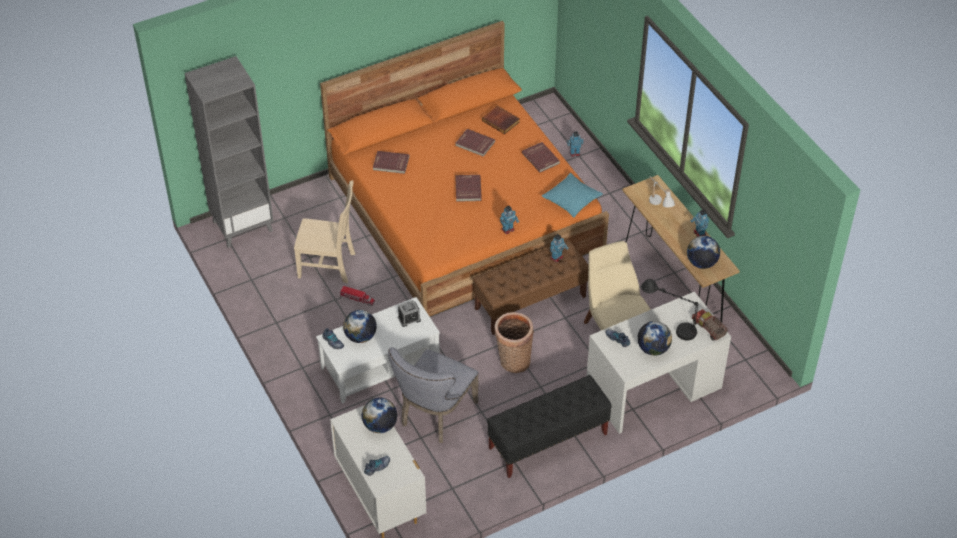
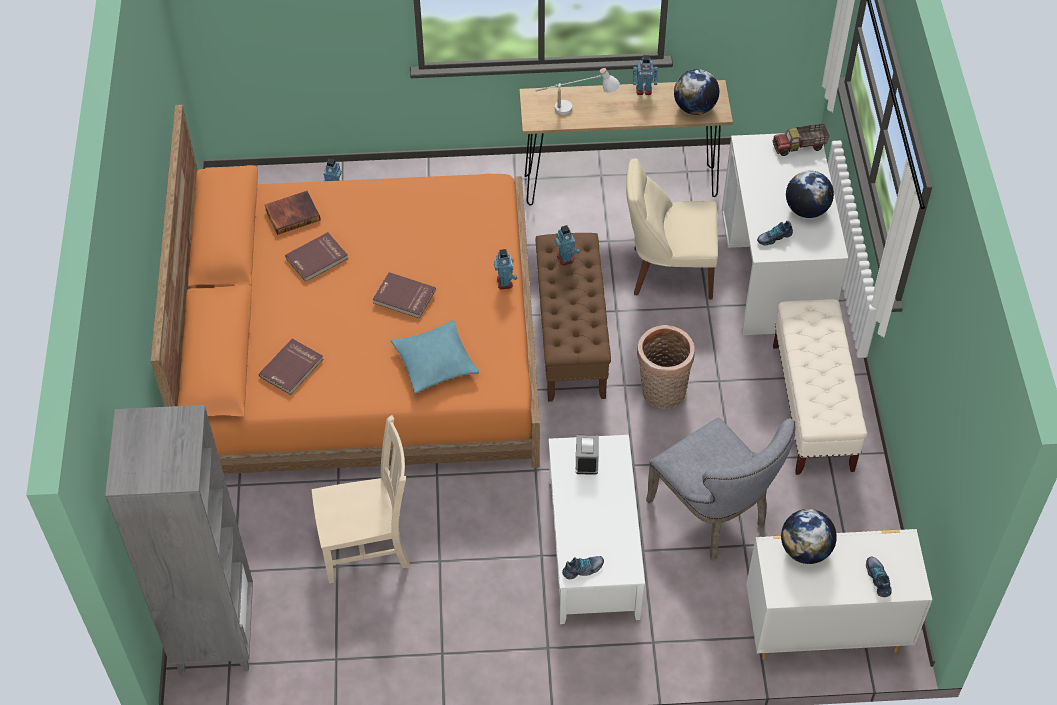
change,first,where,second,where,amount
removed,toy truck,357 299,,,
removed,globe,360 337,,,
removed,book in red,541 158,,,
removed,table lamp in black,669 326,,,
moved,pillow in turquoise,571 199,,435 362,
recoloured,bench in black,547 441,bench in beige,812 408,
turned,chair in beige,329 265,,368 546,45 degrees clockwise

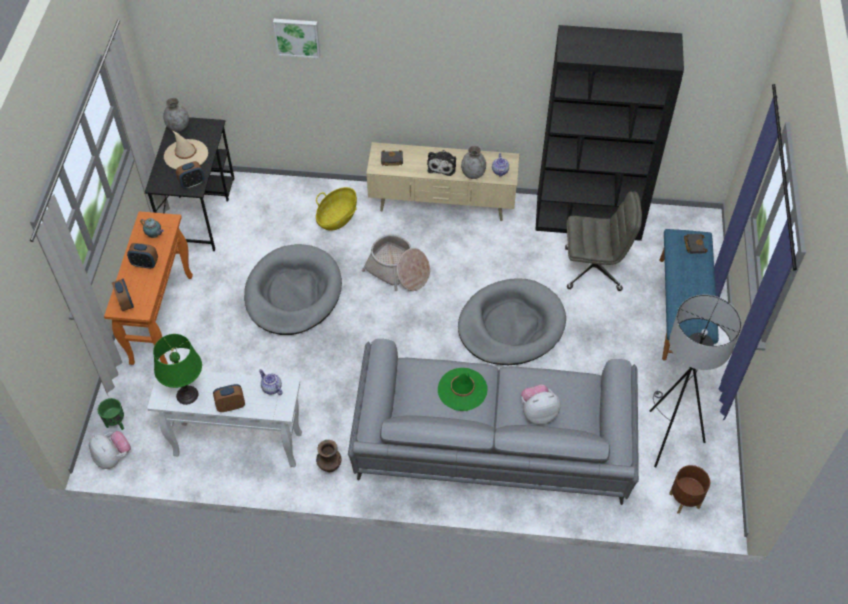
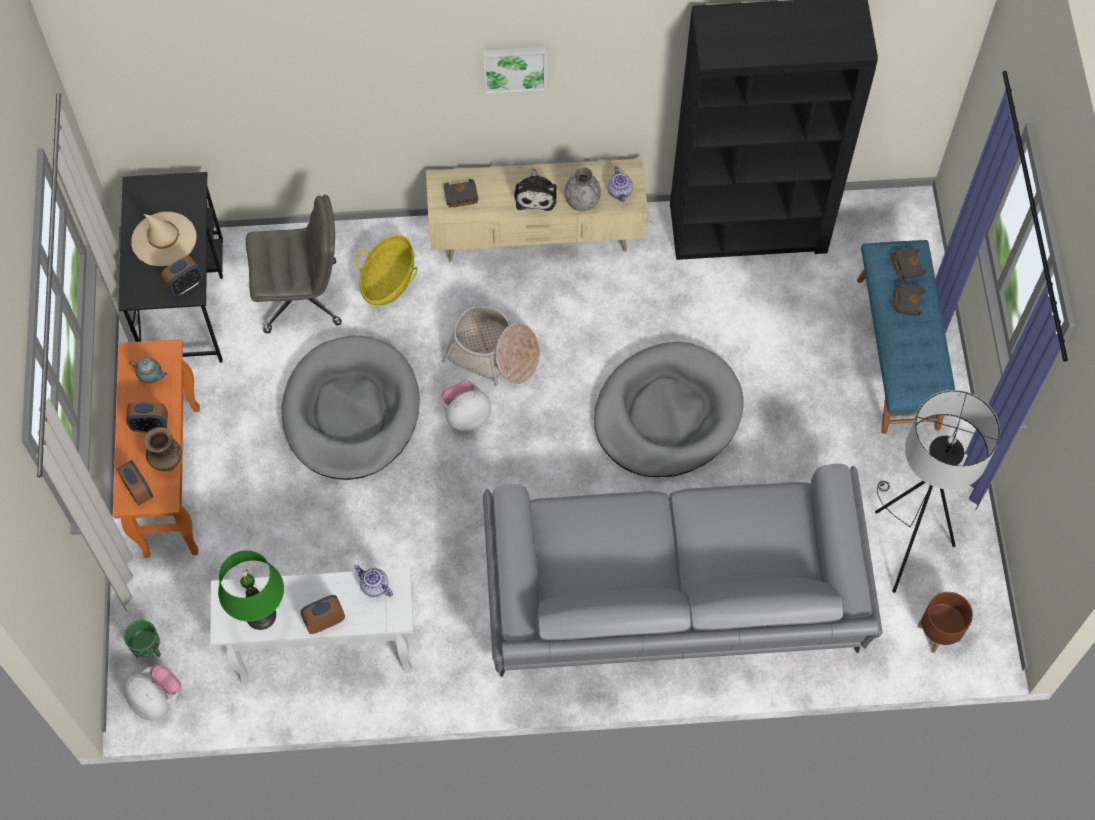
change,first,where,second,where,amount
removed,vase in grey,178 126,,,
removed,hat in green,462 389,,,
added,,,book in black,907 300,
moved,picture,297 37,,514 67,
moved,vase in brown,329 467,,167 463,
moved,plush toy,538 413,,466 415,
moved,office chair in grey,594 269,,301 296,

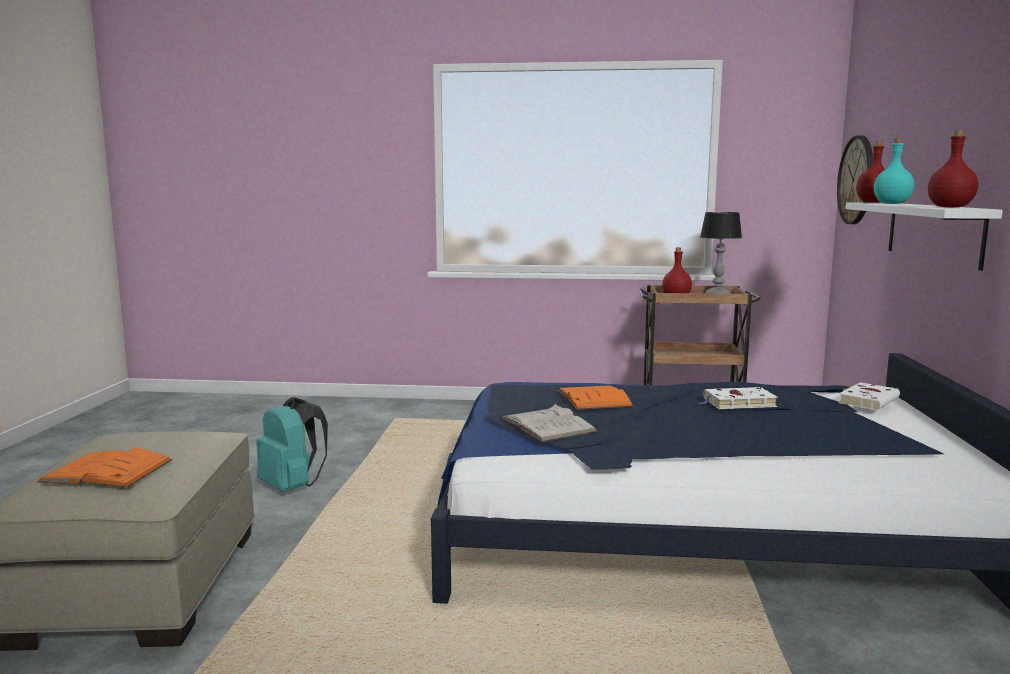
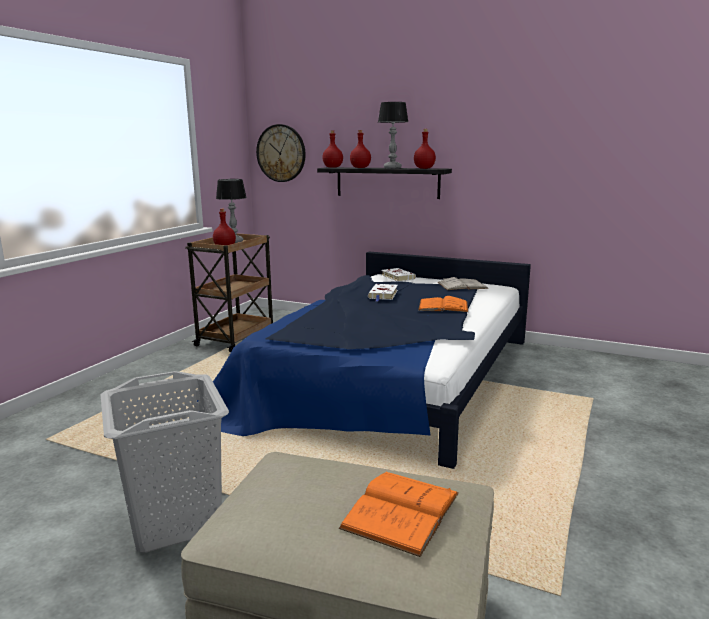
change,first,where,second,where,amount
added,,,table lamp,392 168,
moved,book in white,547 425,,462 285,
moved,book in orange,594 398,,443 306,
replaced,backpack in turquoise,292 487,laundry basket in grey,176 520,
recoloured,shelf in white,933 232,shelf in black,387 182,
recoloured,bottle in turquoise,891 203,bottle in red,360 167,

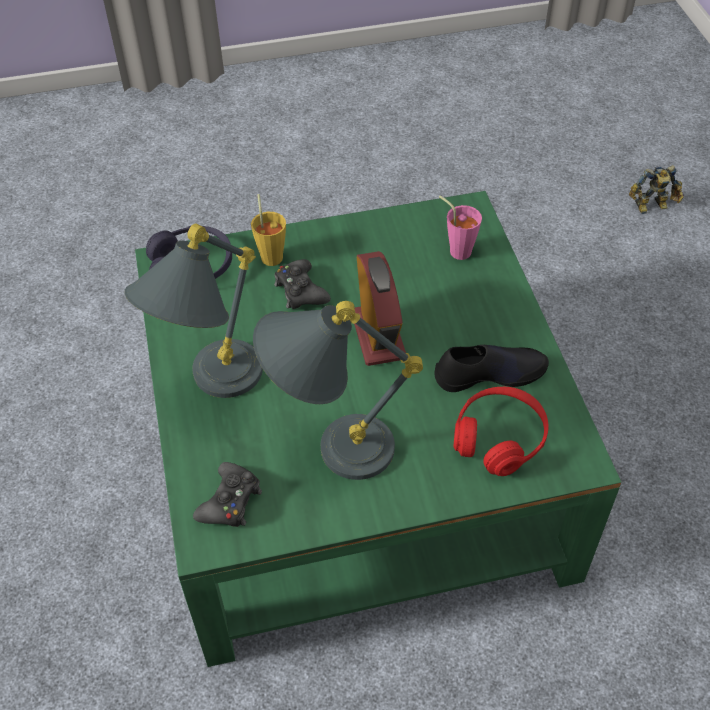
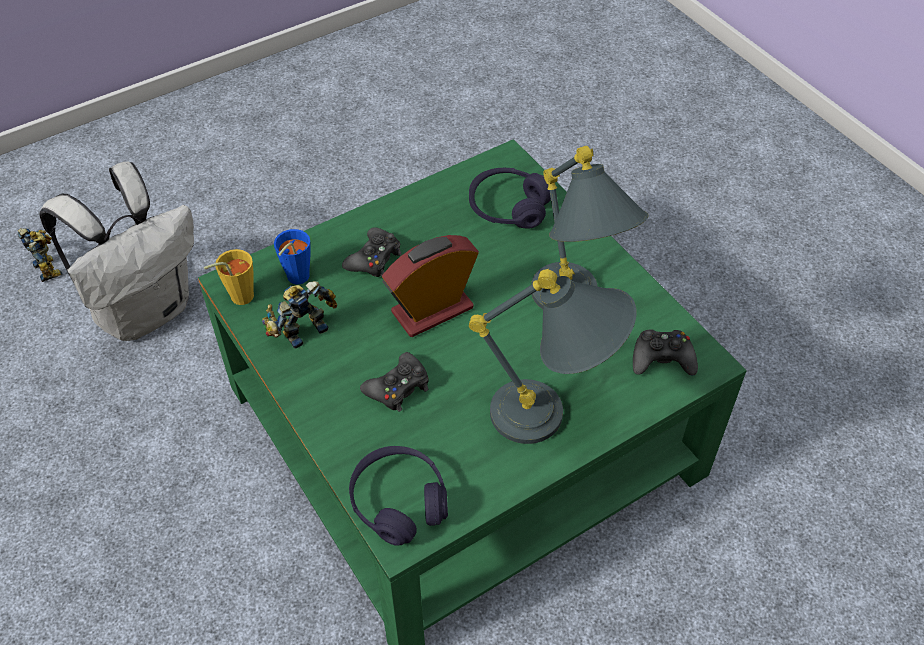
change,first,where,second,where,amount
removed,shoe in black,490 373,,,
added,,,backpack in white,146 310,
added,,,toy robot,302 329,
added,,,game controller in black,374 259,
moved,cup in yellow,271 254,,237 298,
recoloured,cup in pink,456 249,cup in blue,295 279,
recoloured,headphones in red,499 438,headphones in purple,508 208,

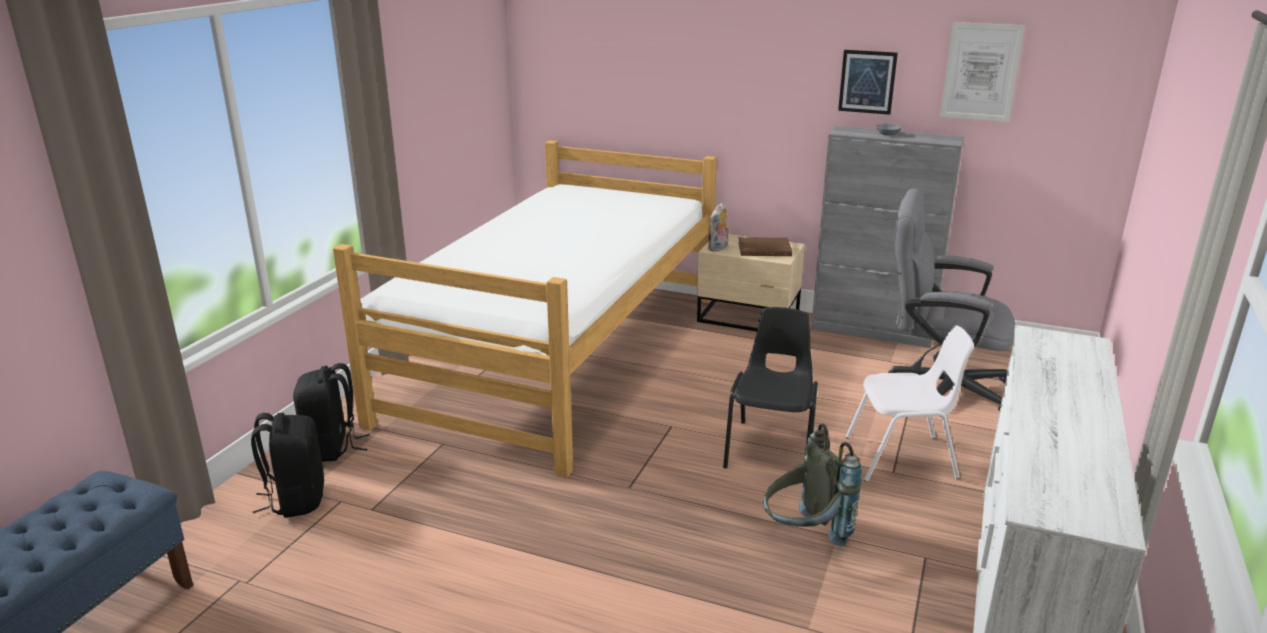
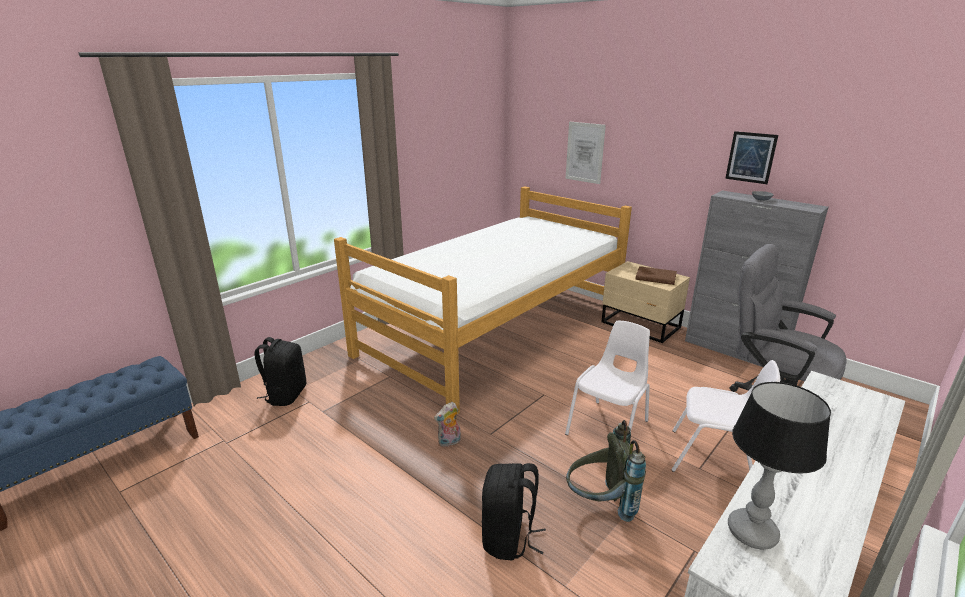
change,first,where,second,where,amount
added,,,table lamp,751 531,
moved,backpack in black,332 448,,509 538,
moved,plush toy,718 248,,449 442,
moved,picture,981 72,,585 152,
recoloured,chair in black,771 449,chair in white,609 427,

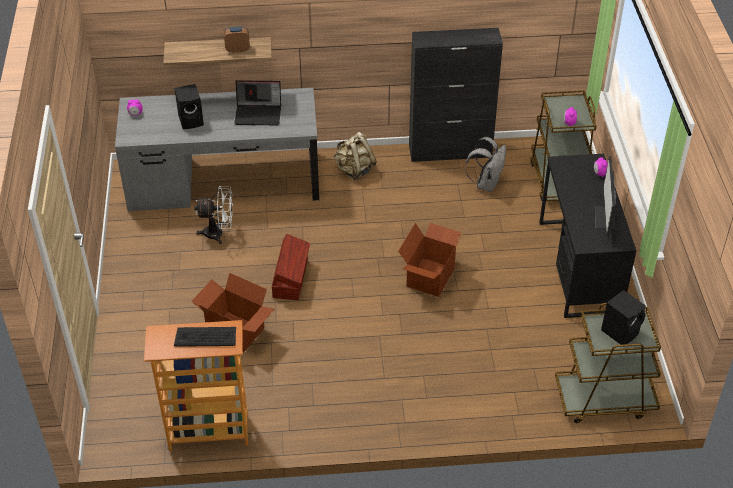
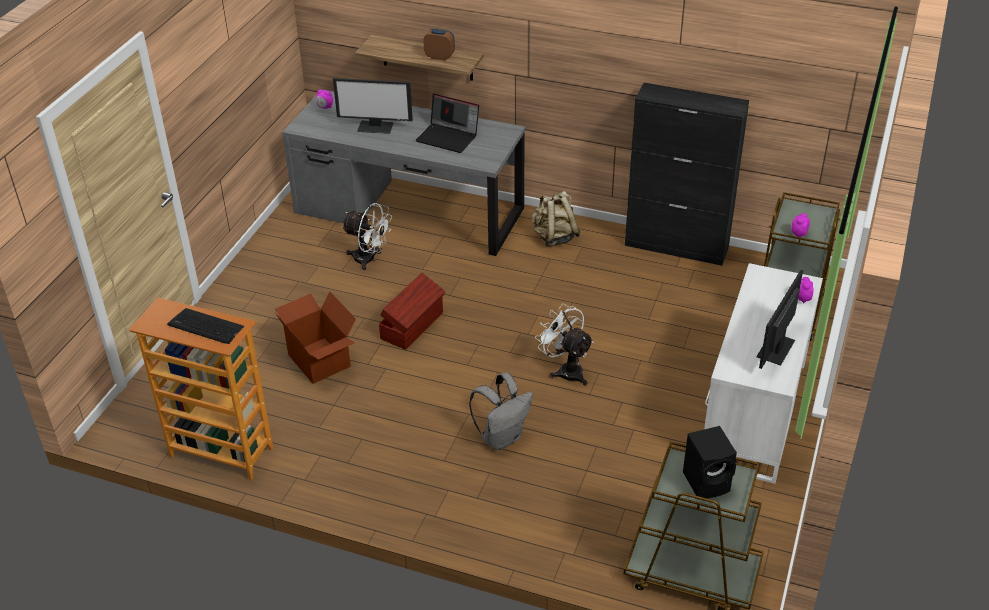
change,first,where,second,where,amount
moved,backpack in grey,486 183,,502 437,
replaced,speaker in black,192 120,monitor,376 126,
replaced,cardboard box,429 277,fan in white,566 370,
recoloured,desk in black,578 267,desk in white,753 413,

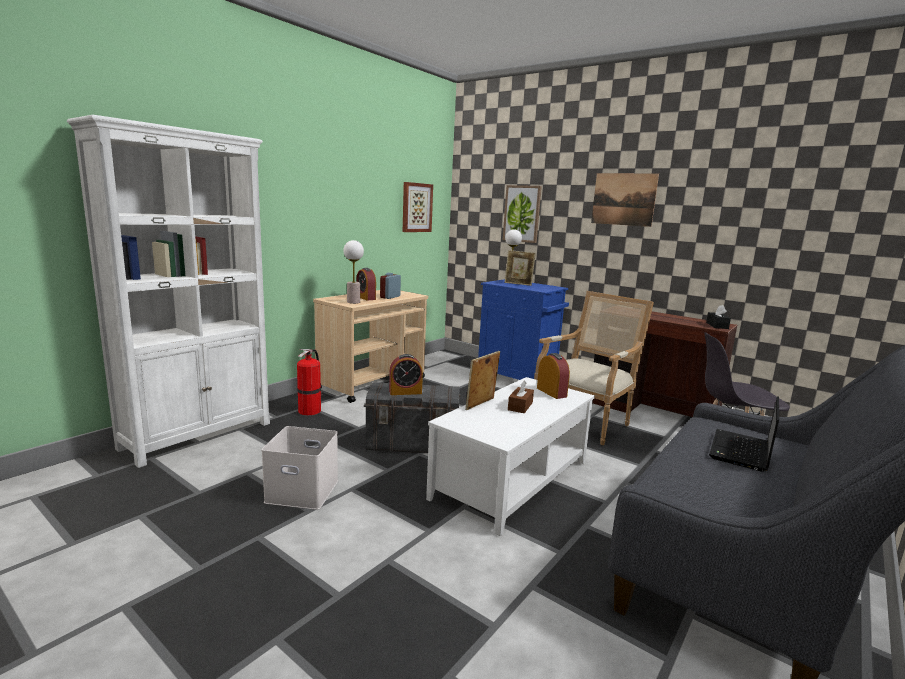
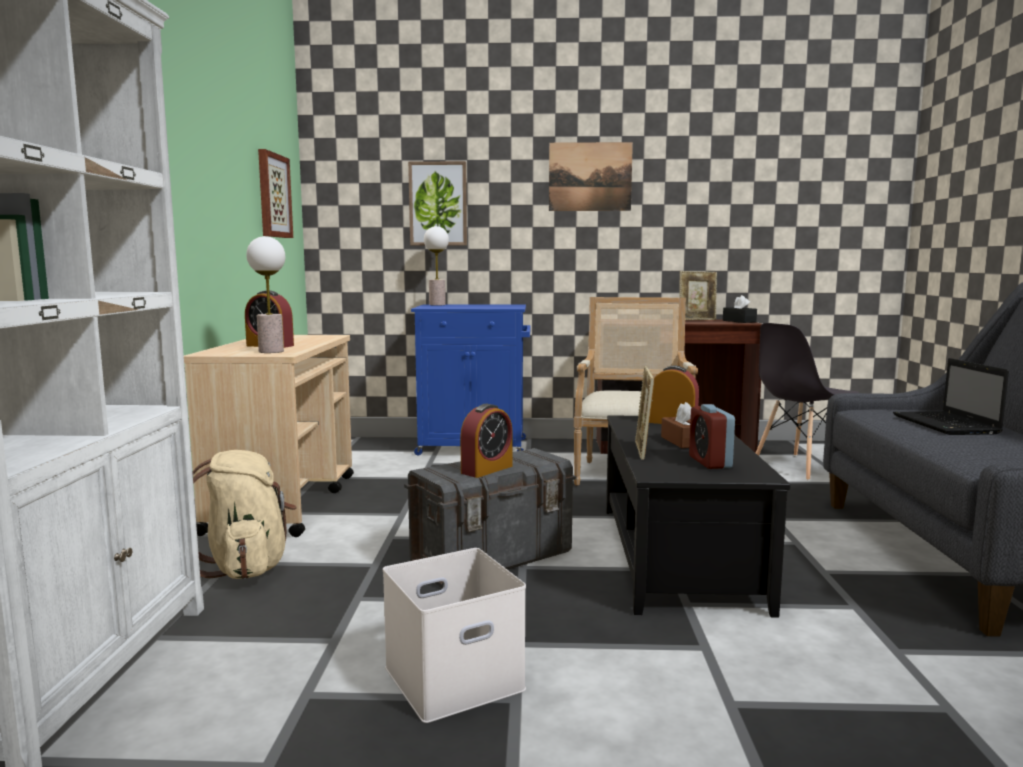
change,first,where,second,where,amount
moved,alarm clock,390 297,,710 462,
moved,picture frame,518 284,,697 320,
replaced,fire extinguisher,310 410,backpack in beige,245 567,
recoloured,coffee table in white,513 480,coffee table in black,680 555,

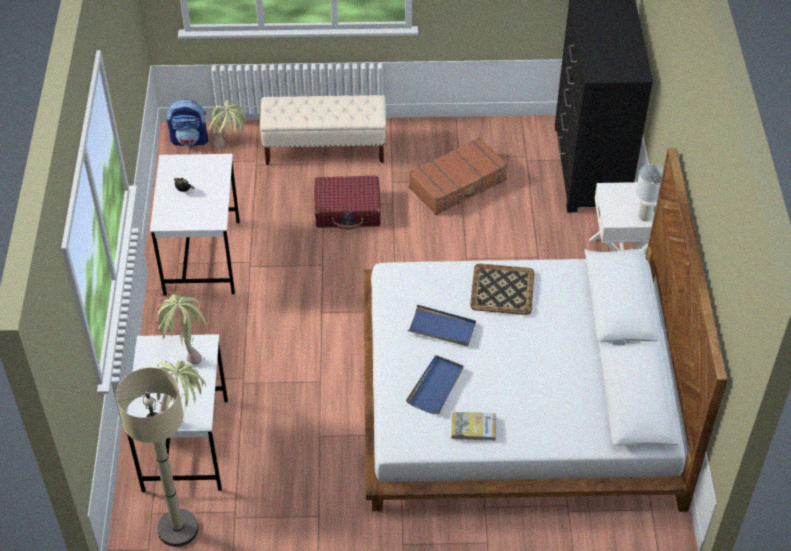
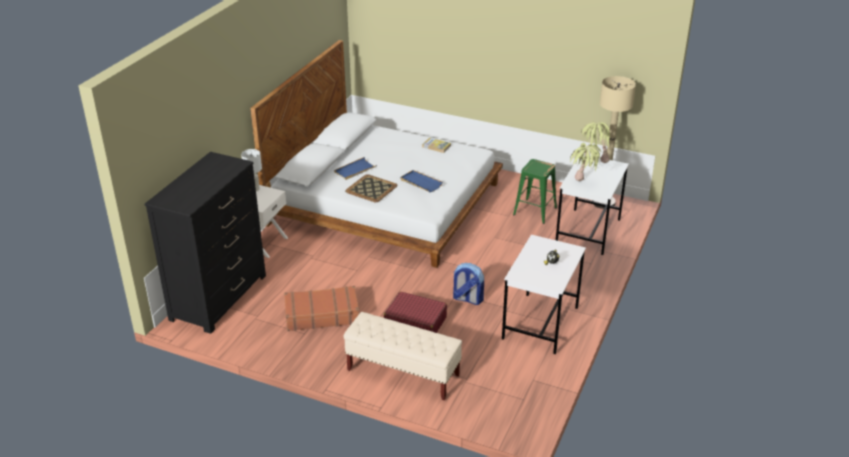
change,first,where,second,where,amount
removed,potted plant,231 150,,,
added,,,stool in green,534 211,
moved,backpack,190 140,,467 299,
moved,tray in blue,436 386,,355 170,

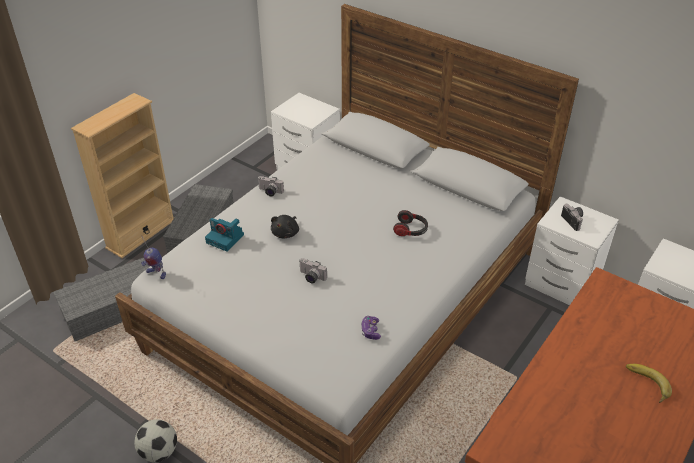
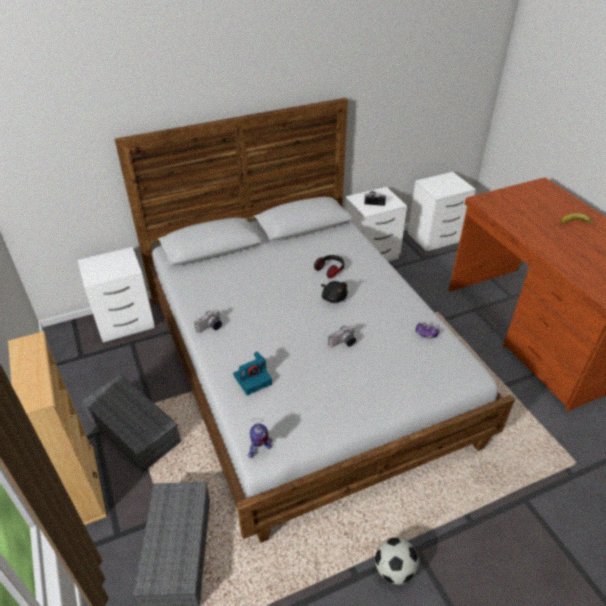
change,first,where,second,where,amount
moved,plush toy in black,286 233,,333 298,

